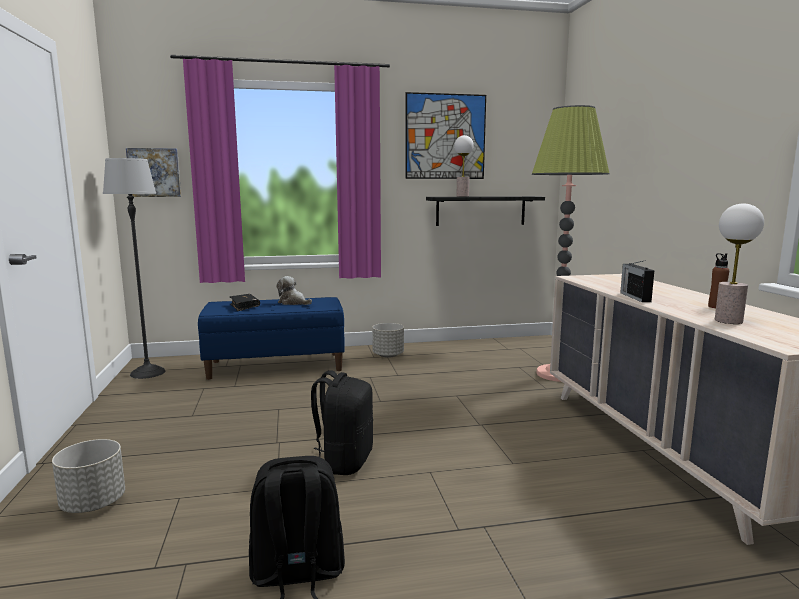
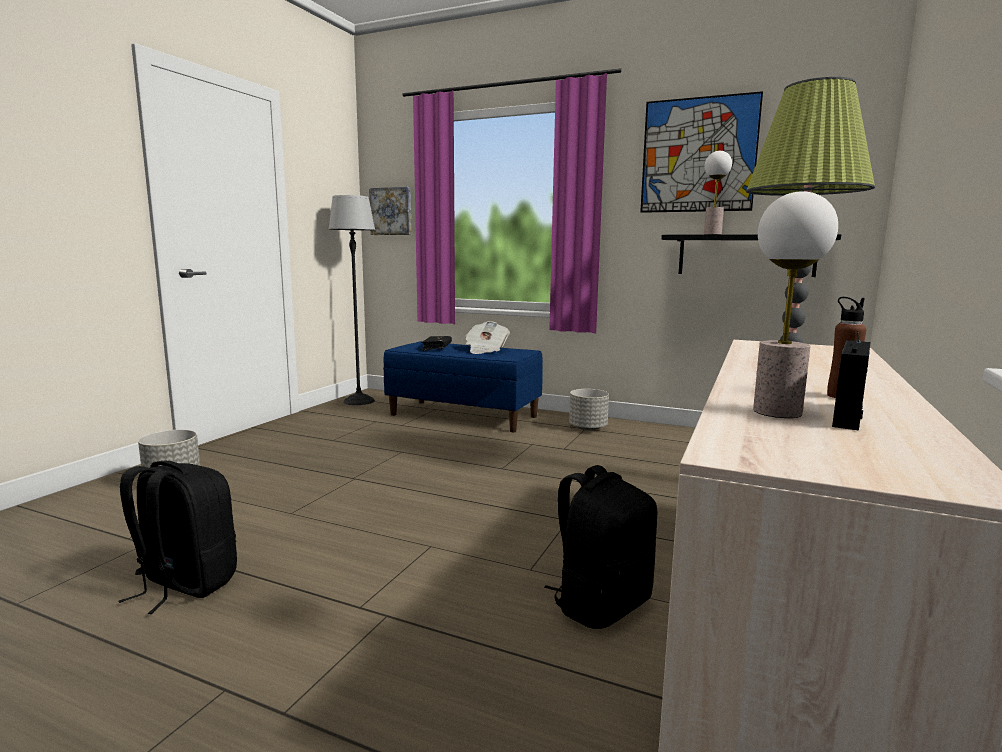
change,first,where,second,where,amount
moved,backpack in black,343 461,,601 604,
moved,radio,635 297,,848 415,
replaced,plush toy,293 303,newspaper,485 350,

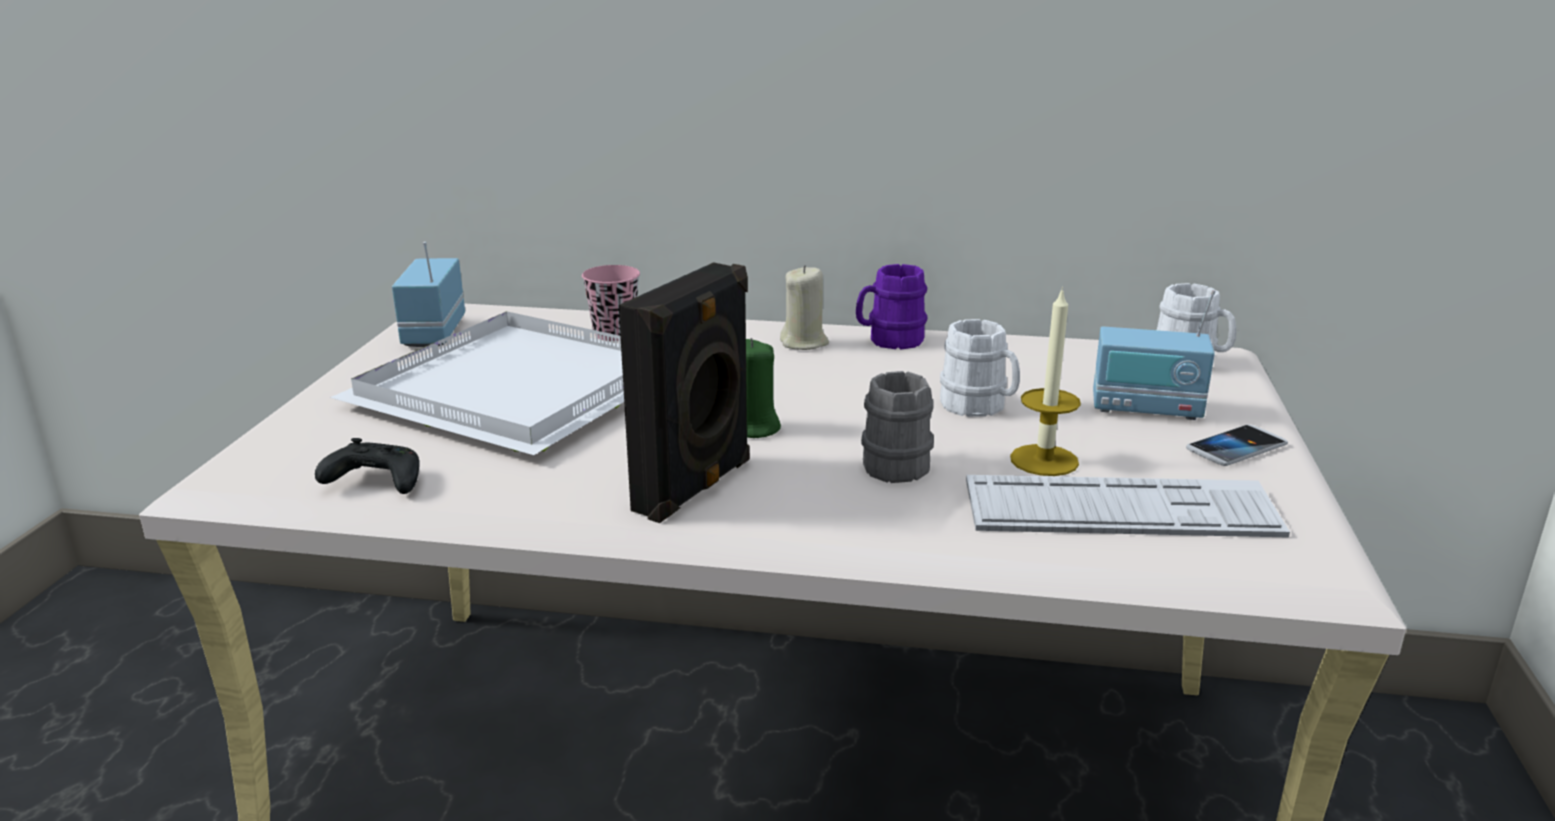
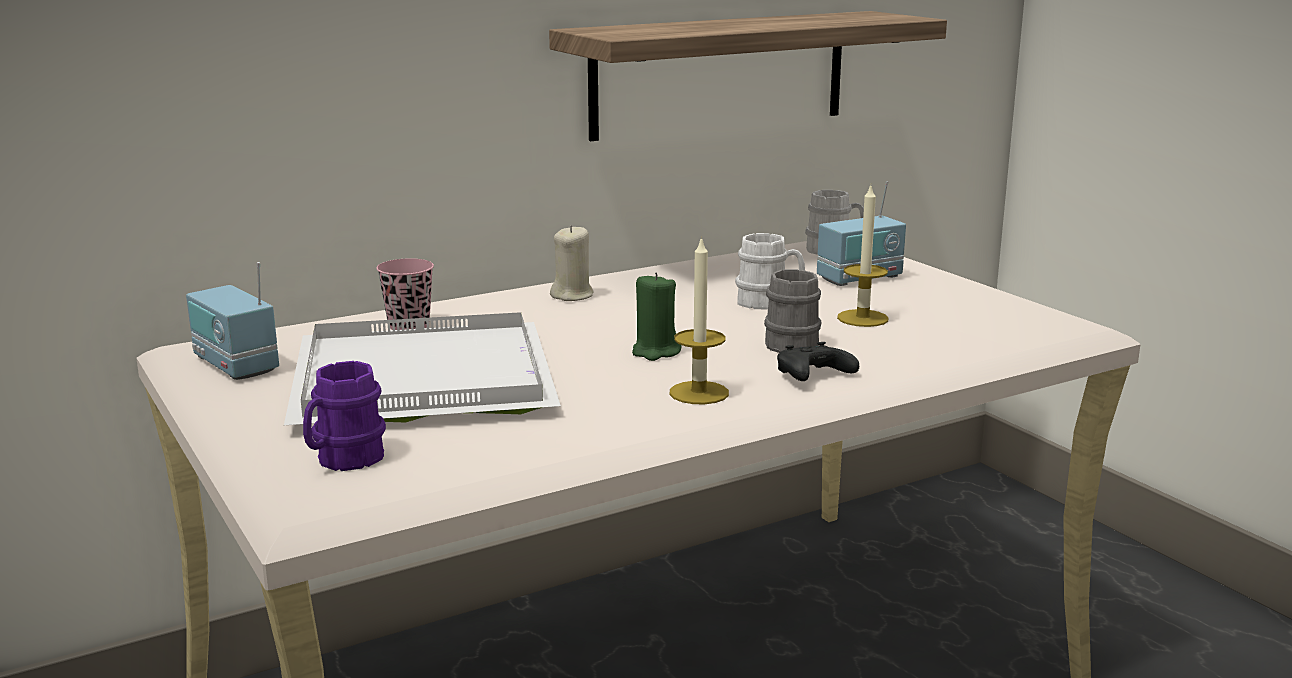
change,first,where,second,where,amount
removed,keyboard,1120 510,,,
removed,phone,1236 448,,,
added,,,shelf,720 73,
moved,game controller in black,374 483,,812 377,
moved,mug in purple,889 340,,343 460,
replaced,speaker in black,696 487,candle,699 393,

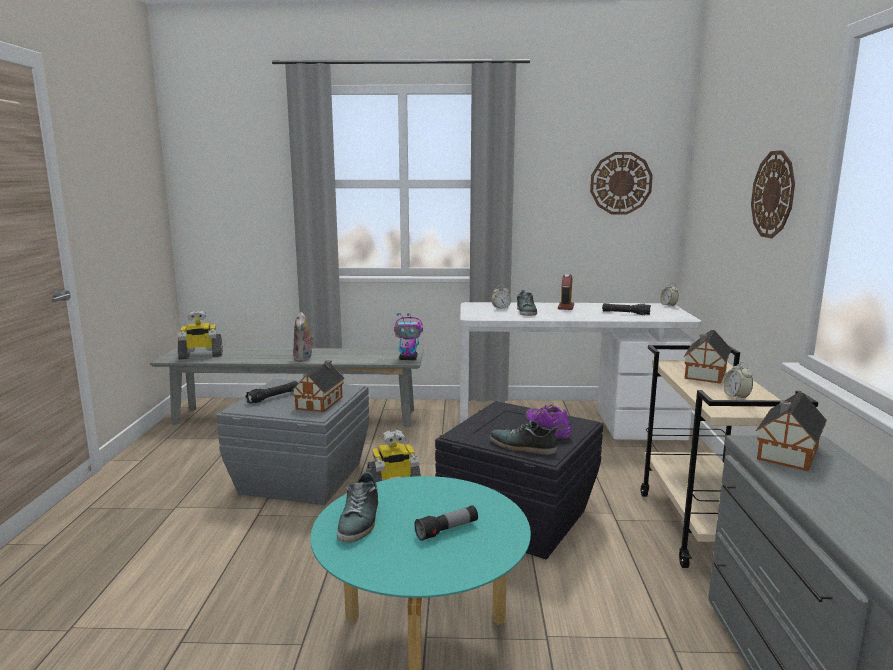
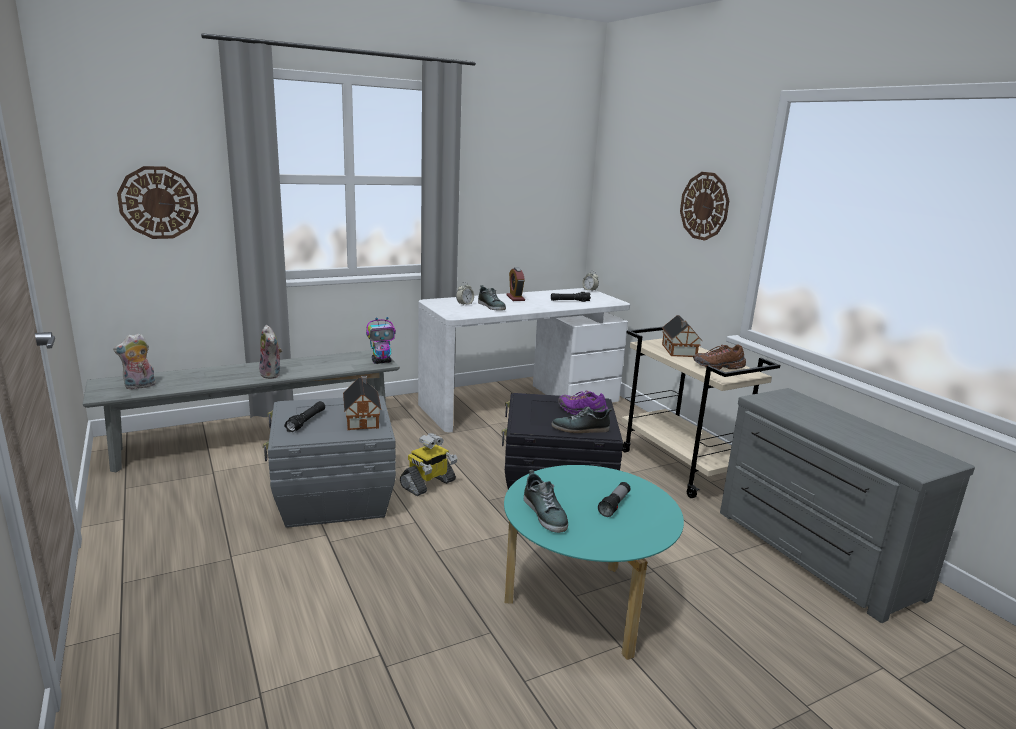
change,first,where,second,where,amount
removed,toy house,786 454,,,
moved,wall clock,620 183,,158 202,
replaced,toy robot,200 355,plush toy,139 386,
replaced,alarm clock,736 397,shoe in brown,718 367,

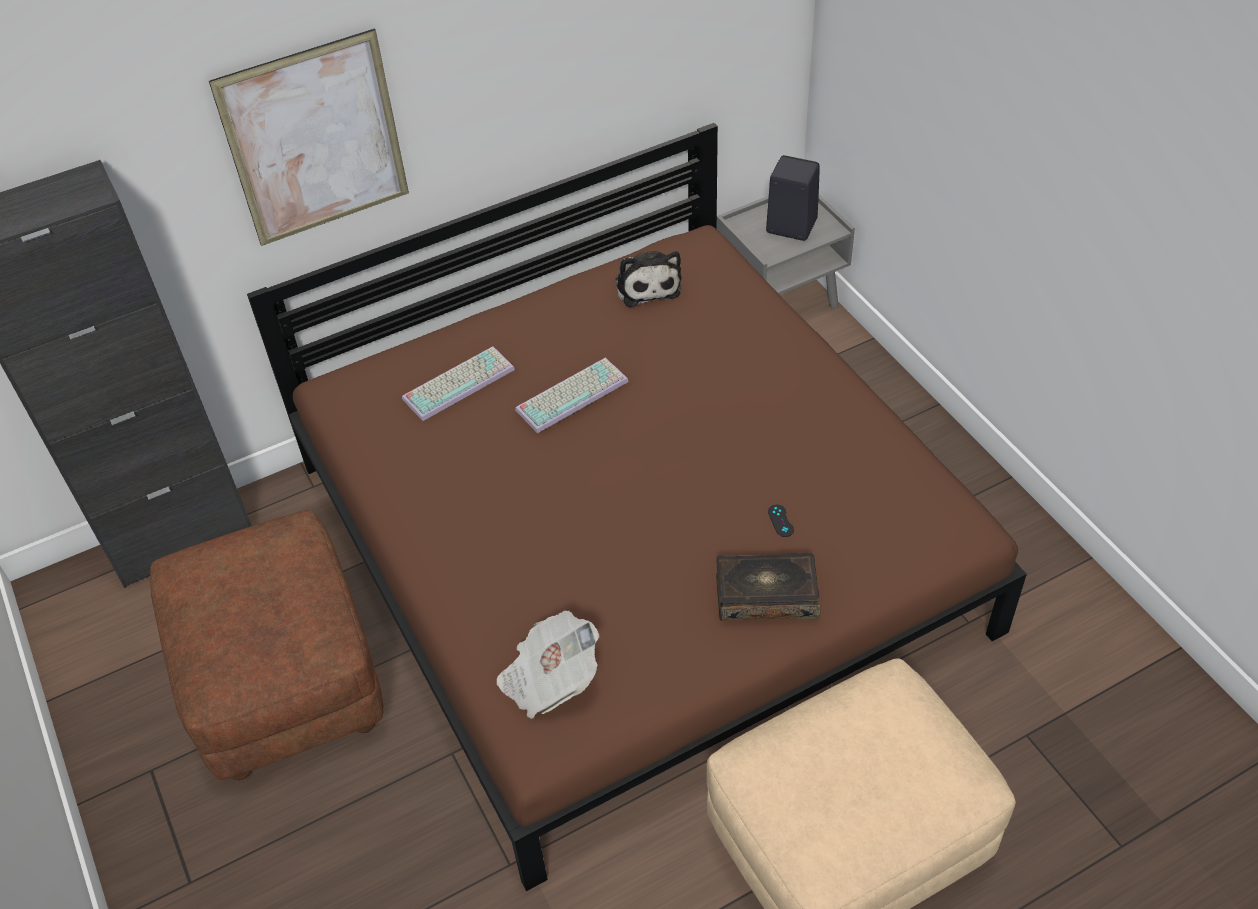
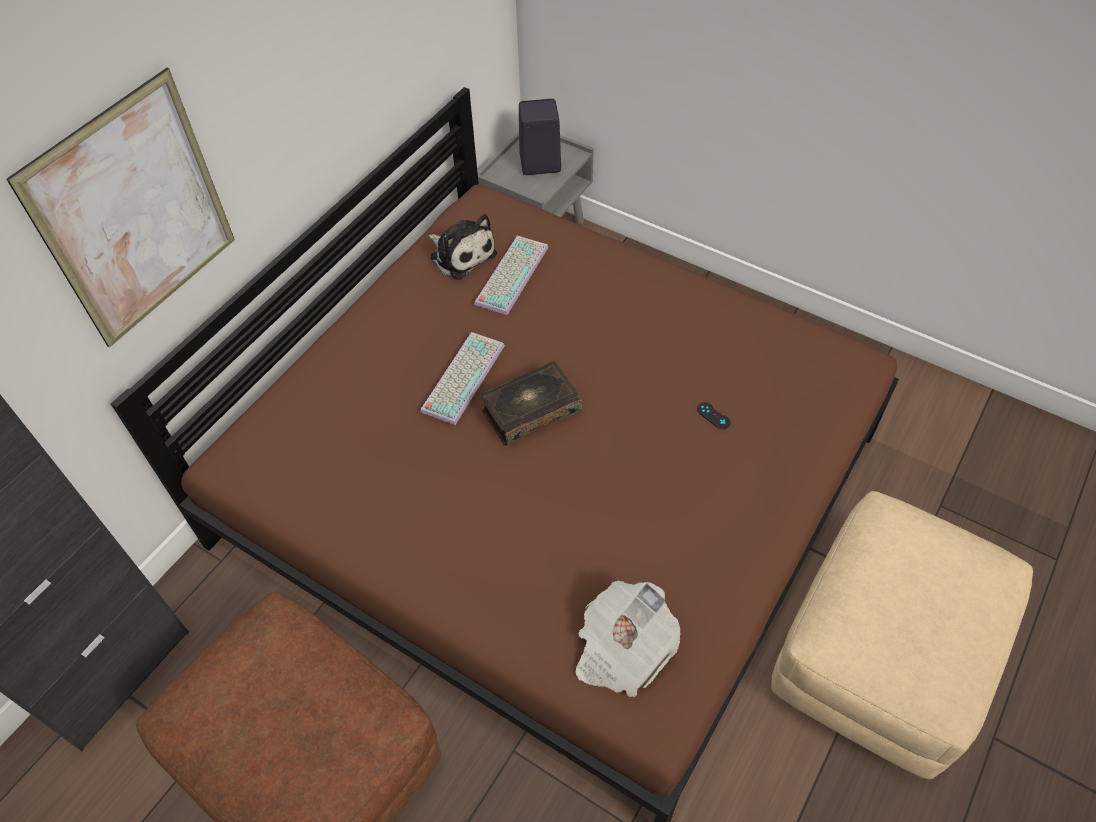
change,first,where,second,where,amount
moved,keyboard,459 382,,511 274,
moved,book,766 595,,530 410,

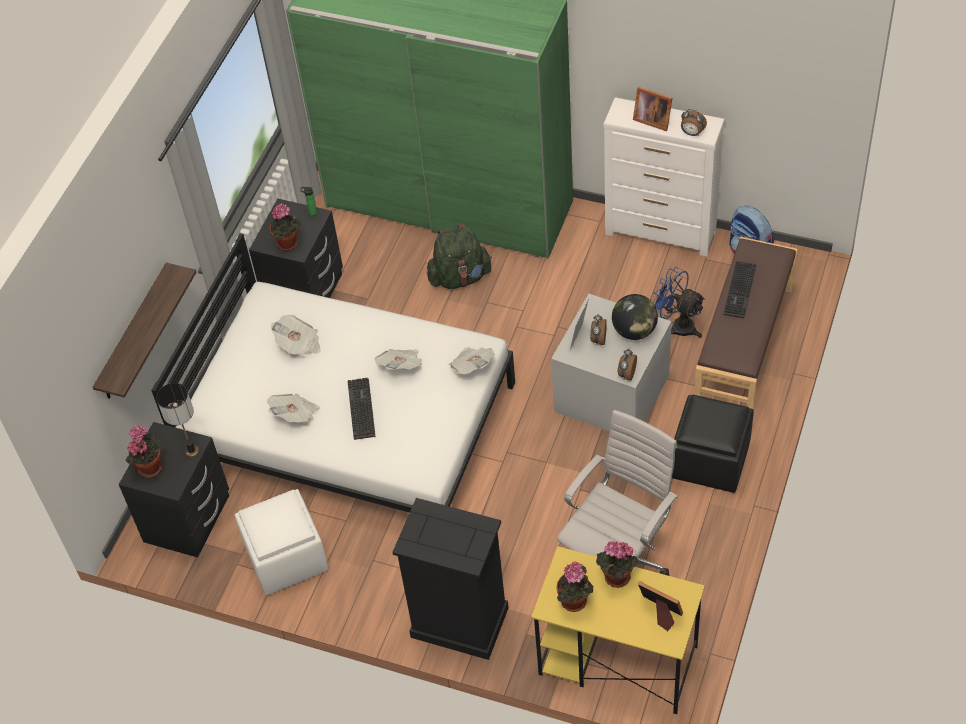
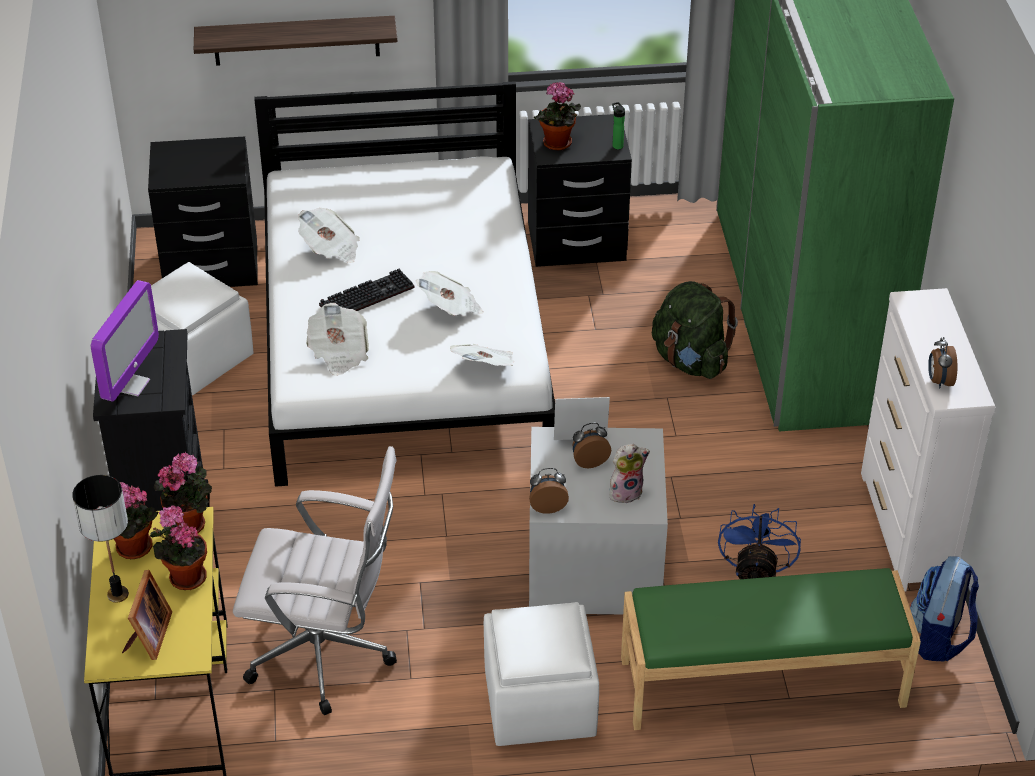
change,first,where,second,where,amount
removed,picture frame,652 119,,,
removed,keyboard,741 291,,,
added,,,monitor,130 385,
moved,potted plant,150 466,,190 523,
moved,table lamp,191 450,,118 594,
moved,newspaper,299 344,,339 353,
replaced,globe,634 331,plush toy,626 492,
recoloured,ottoman in black,709 461,ottoman in white,538 703,
recoloured,bench in brown,745 347,bench in green,762 683,

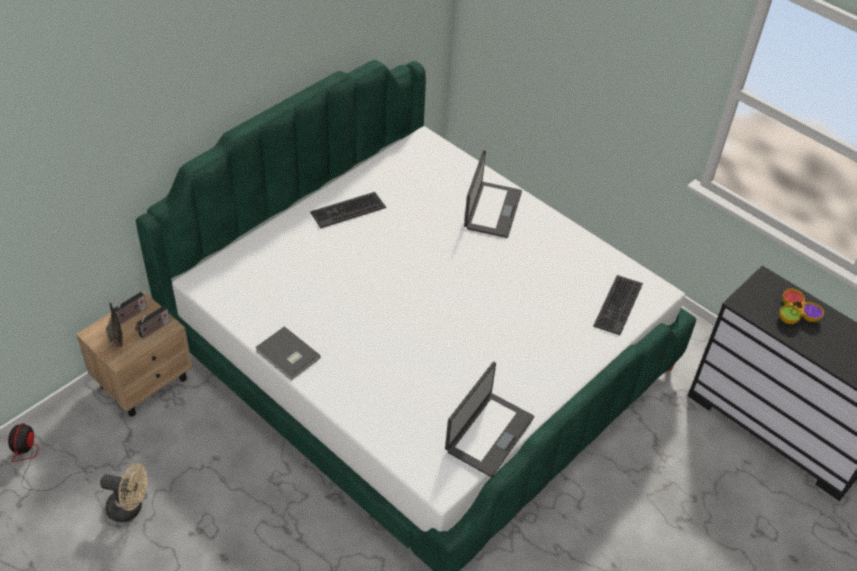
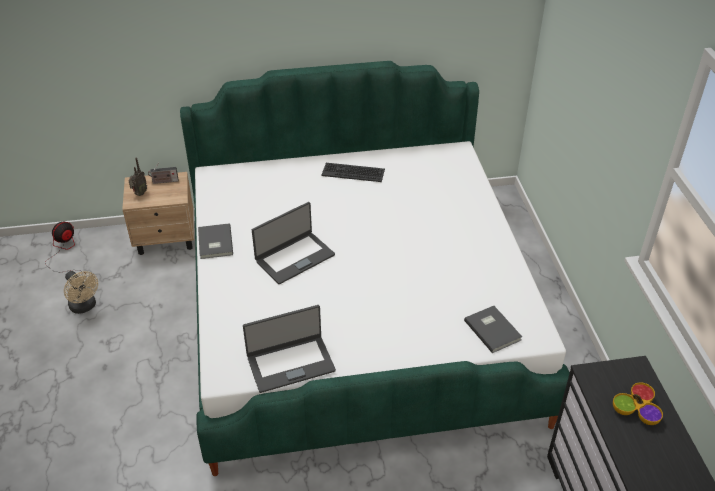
change,first,where,second,where,amount
removed,radio,153 329,,,
moved,laptop,492 210,,294 257,
replaced,keyboard,617 305,book in grey,493 329,

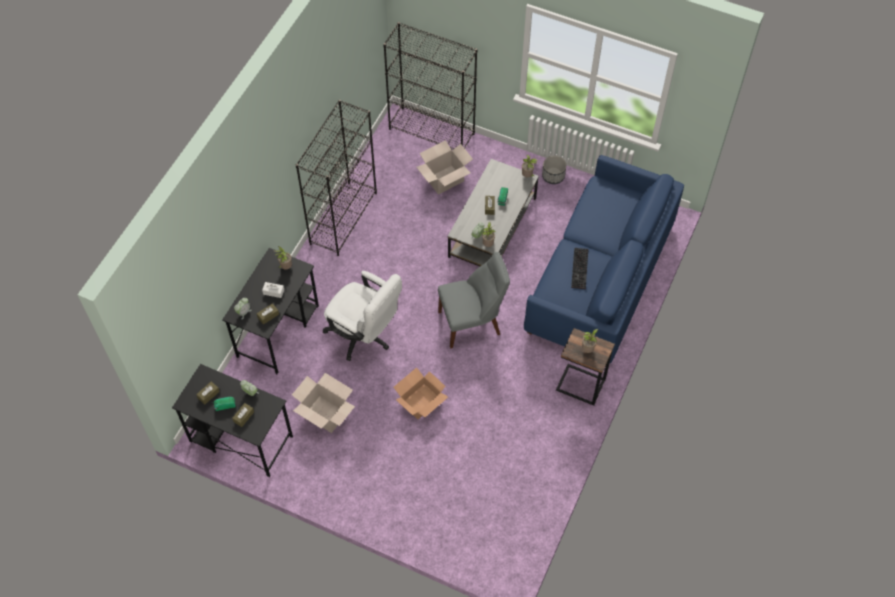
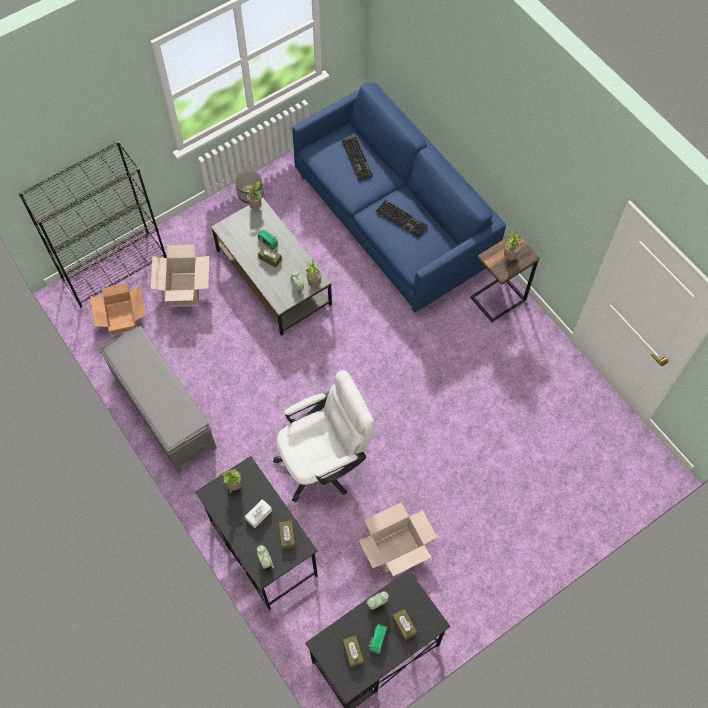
change,first,where,second,where,amount
removed,chair in grey,472 322,,,
added,,,keyboard,358 159,
moved,cardboard box,420 401,,121 317,
replaced,bookcase in black,343 218,bench in grey,162 409,

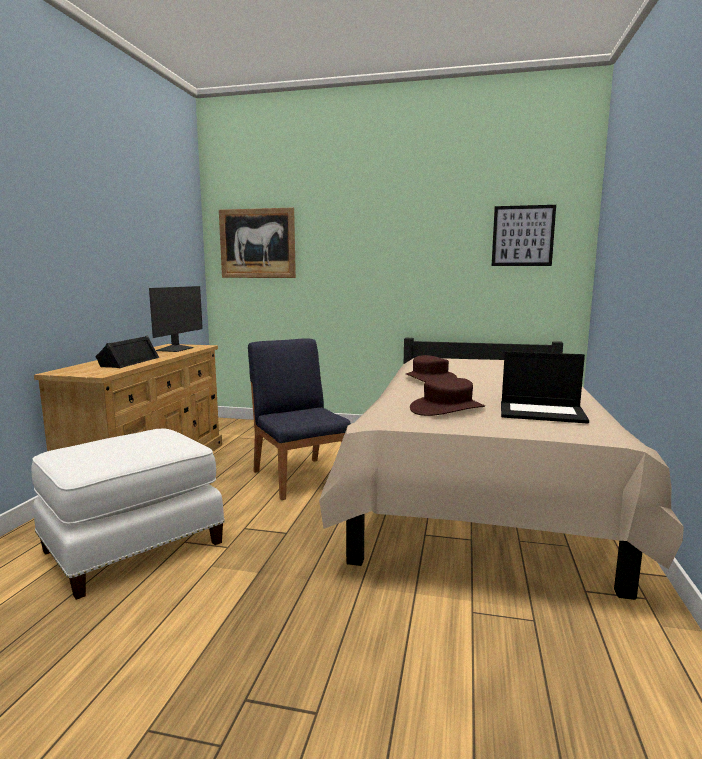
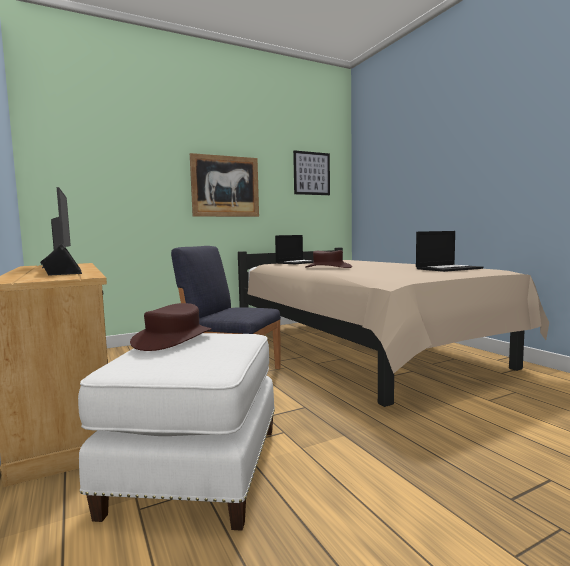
change,first,where,second,where,amount
added,,,laptop,298 262,
moved,picture,257 243,,225 186,
moved,hat in brown,447 409,,173 339,

